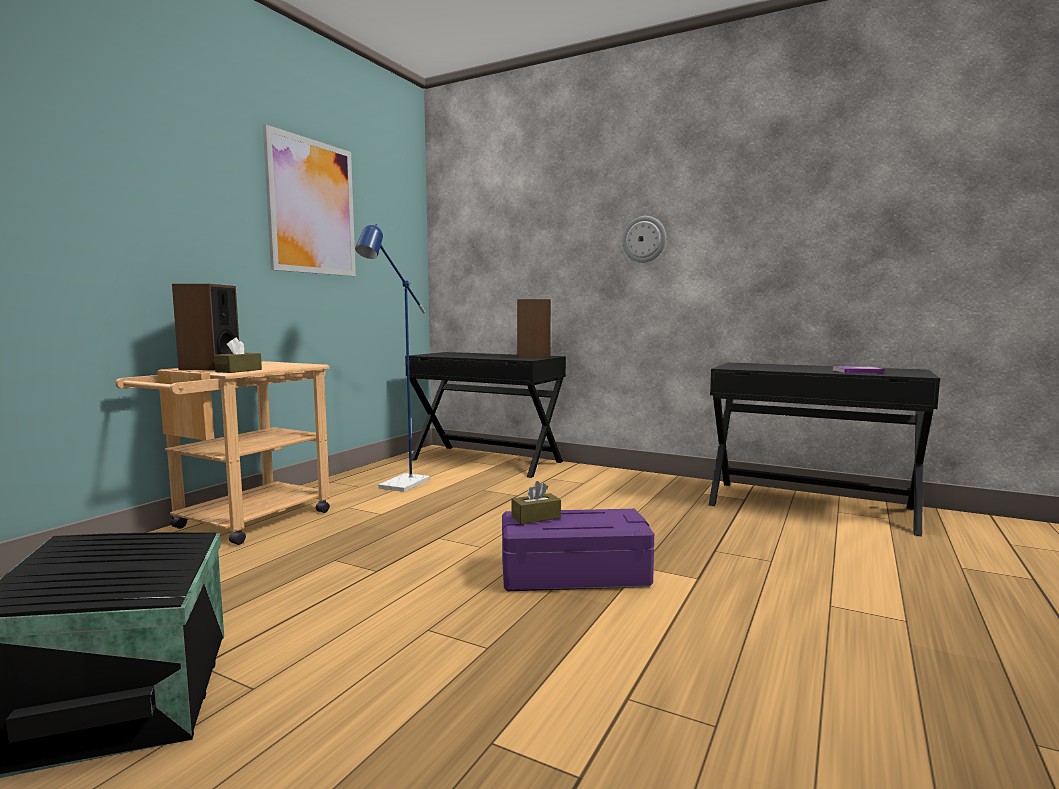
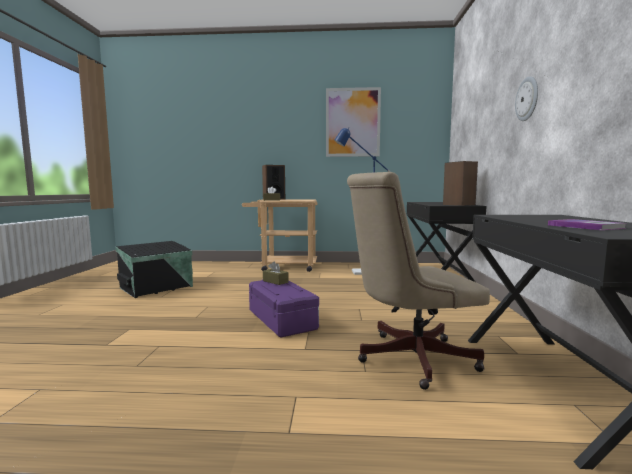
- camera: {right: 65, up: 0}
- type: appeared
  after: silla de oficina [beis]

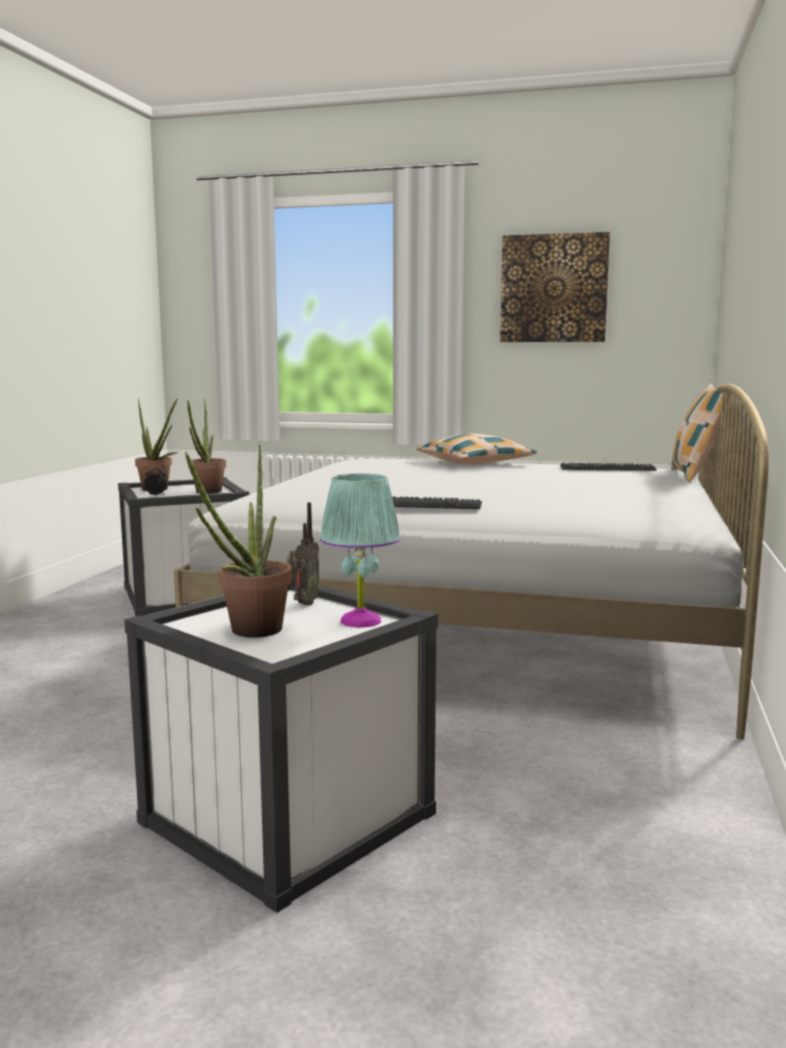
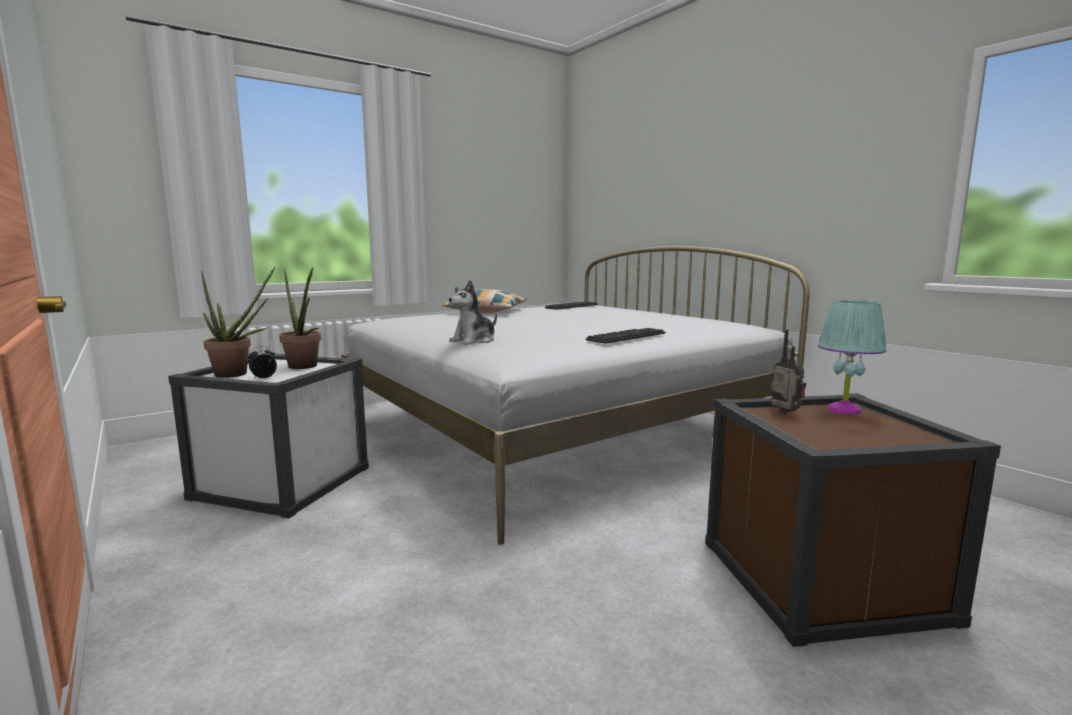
- camera: {right: -50, up: 0}
- type: appeared
  after: peluche
- type: colour
  before: caja de almacenaje [blanco] (no. 2 from left)
  after: caja de almacenaje [marrón]
- type: missing
  before: planta en maceta (no. 3 from left)
- type: missing
  before: cuadro
- type: missing
  before: cojín (no. 2 from left)

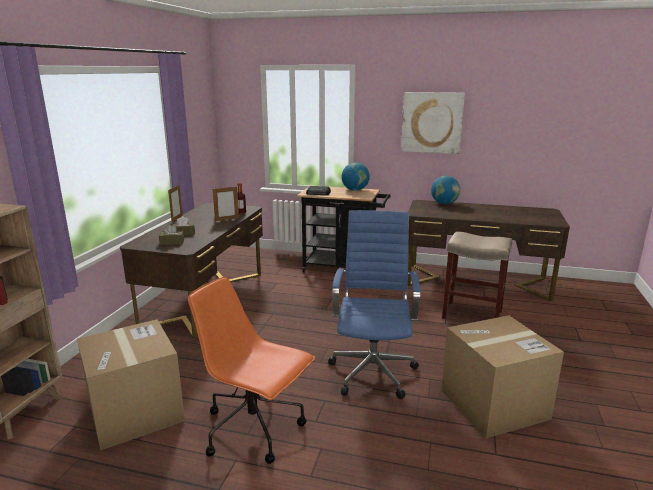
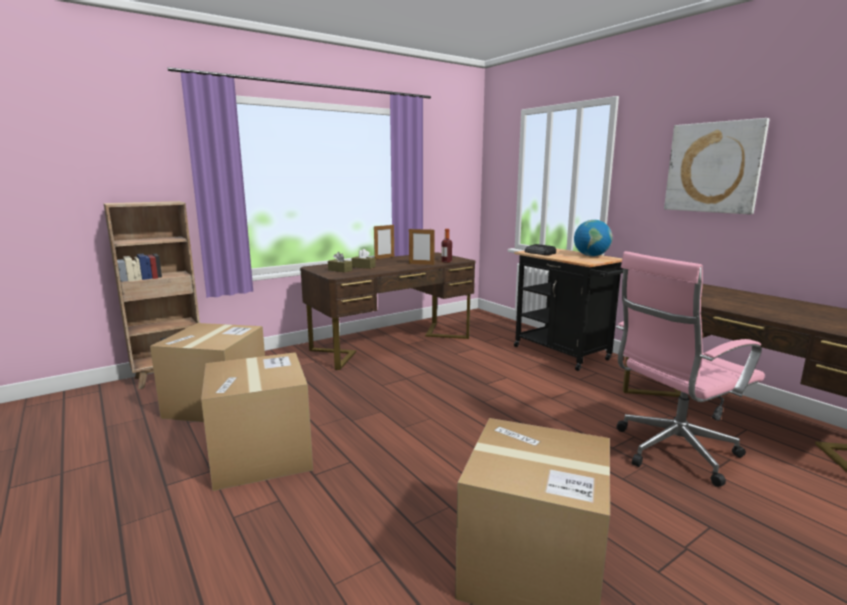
- camera: {right: 40, up: -5}
- type: exchanged
  before: silla de oficina [naranja]
  after: caja de cartón (no. 2 from left)
- type: exchanged
  before: taburete [beis]
  after: silla de oficina [rosa]
- type: missing
  before: silla de oficina [azul]
- type: missing
  before: globo terráqueo (no. 2 from left)

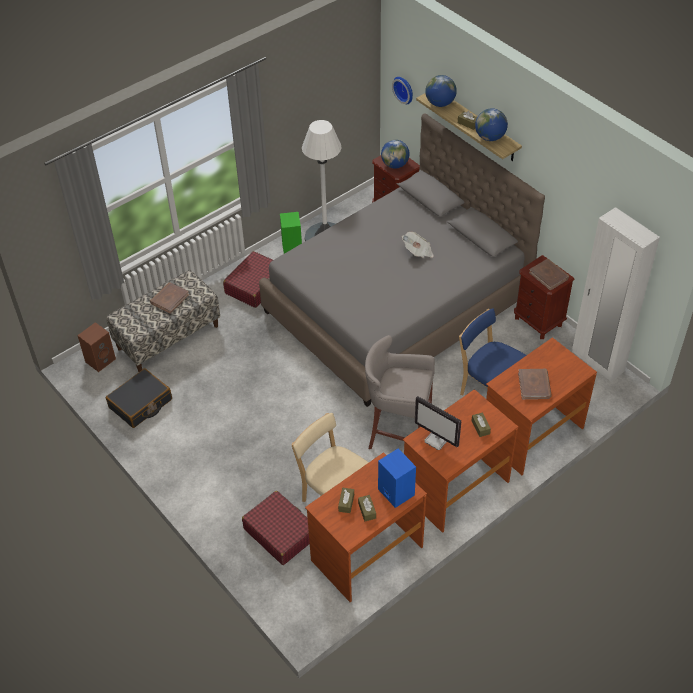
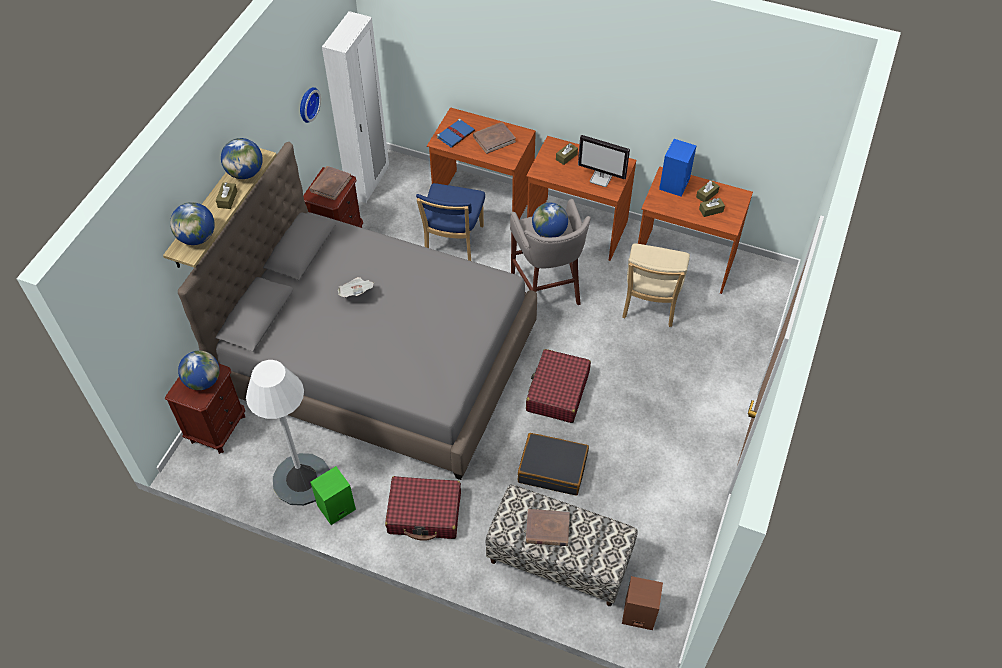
- camera: {right: -120, up: 5}
- type: relocated
  before: reloj de pared
- type: appeared
  after: libro [azul]
- type: relocated
  before: maleta [negro]
- type: relocated
  before: maleta [rojo] (no. 2 from left)
- type: appeared
  after: globo terráqueo (no. 4 from left)
- type: spun
  before: monitor
  turn: 105

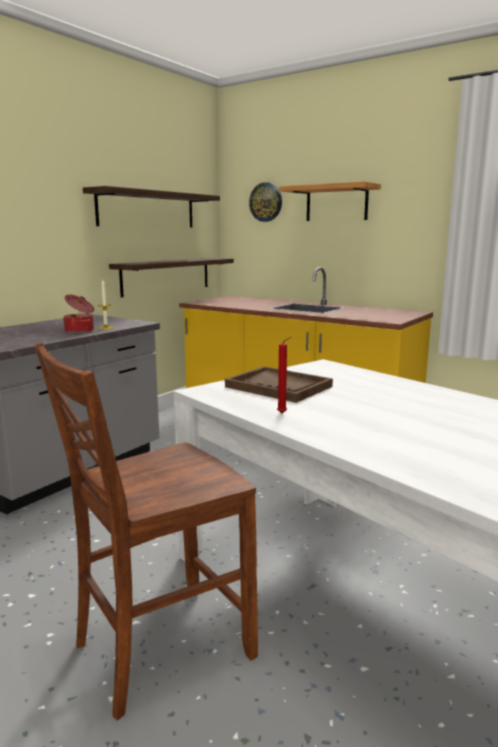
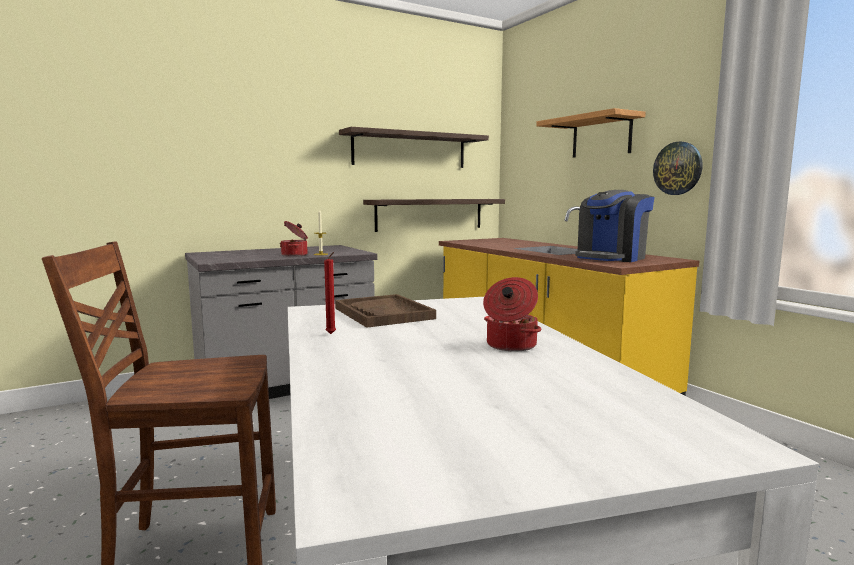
- camera: {right: 25, up: -5}
- type: appeared
  after: olla (no. 2 from left)
- type: appeared
  after: cafetera
- type: relocated
  before: reloj de pared

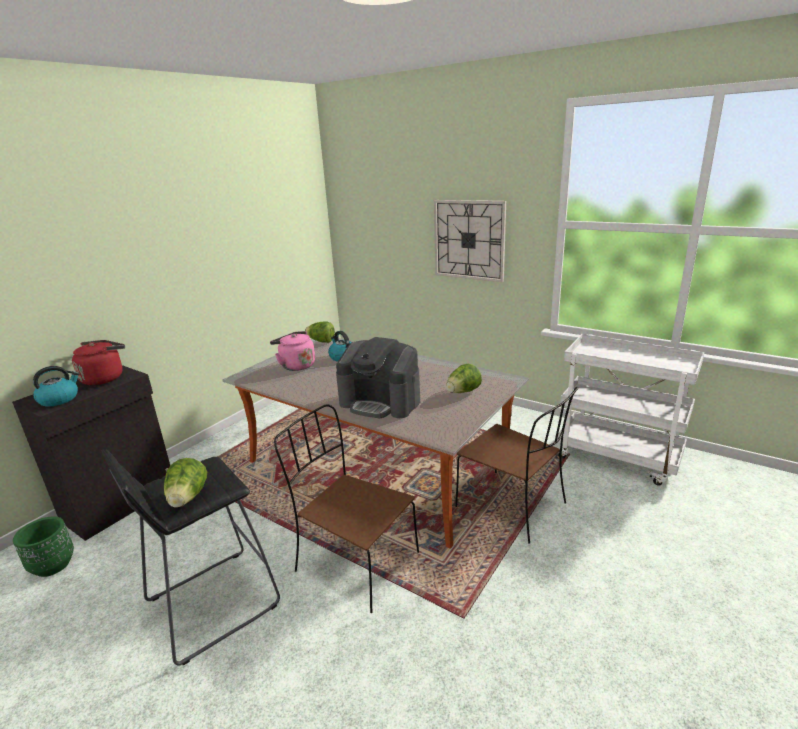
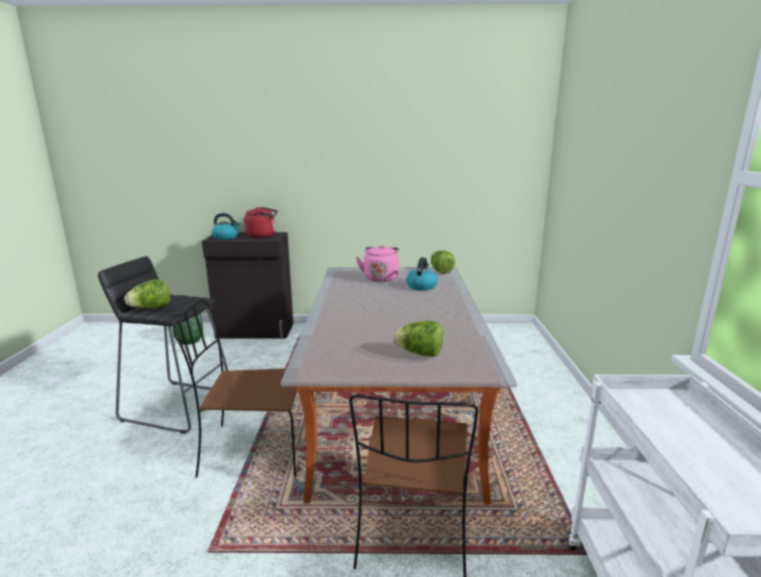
- camera: {right: 55, up: -5}
- type: spun
  before: silla [marrón] (no. 1 from left)
  turn: -90
- type: missing
  before: cafetera
- type: missing
  before: reloj de pared

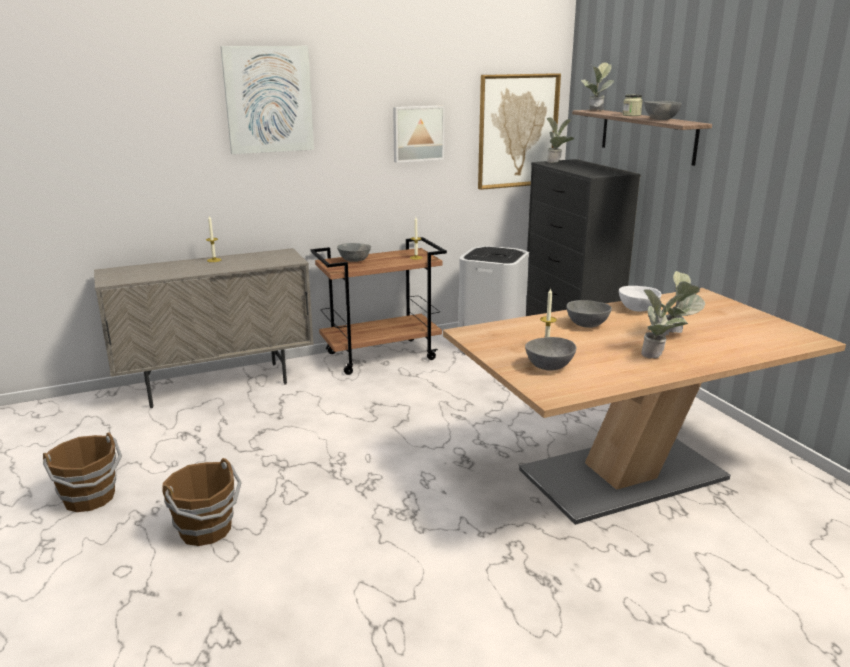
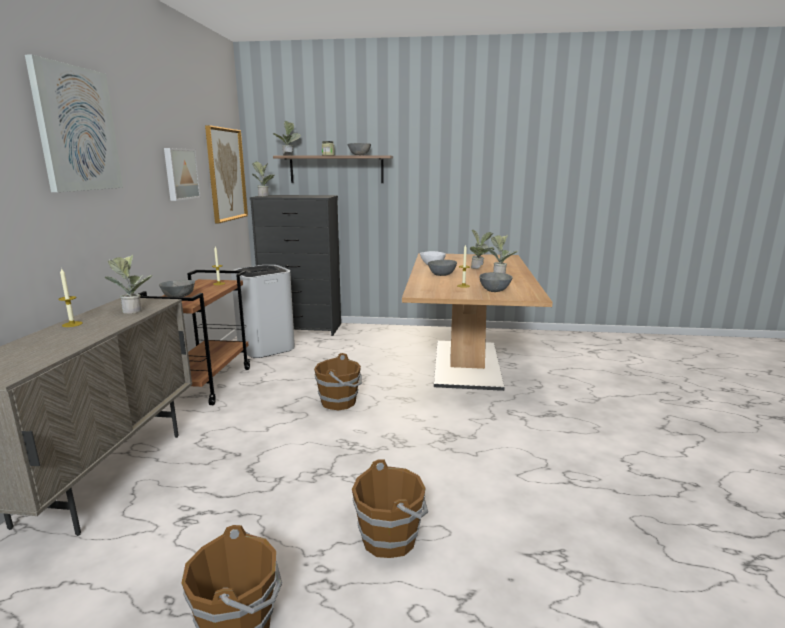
- camera: {right: -60, up: -5}
- type: appeared
  after: planta en maceta (no. 1 from left)
- type: appeared
  after: cubo [marrón] (no. 2 from left)

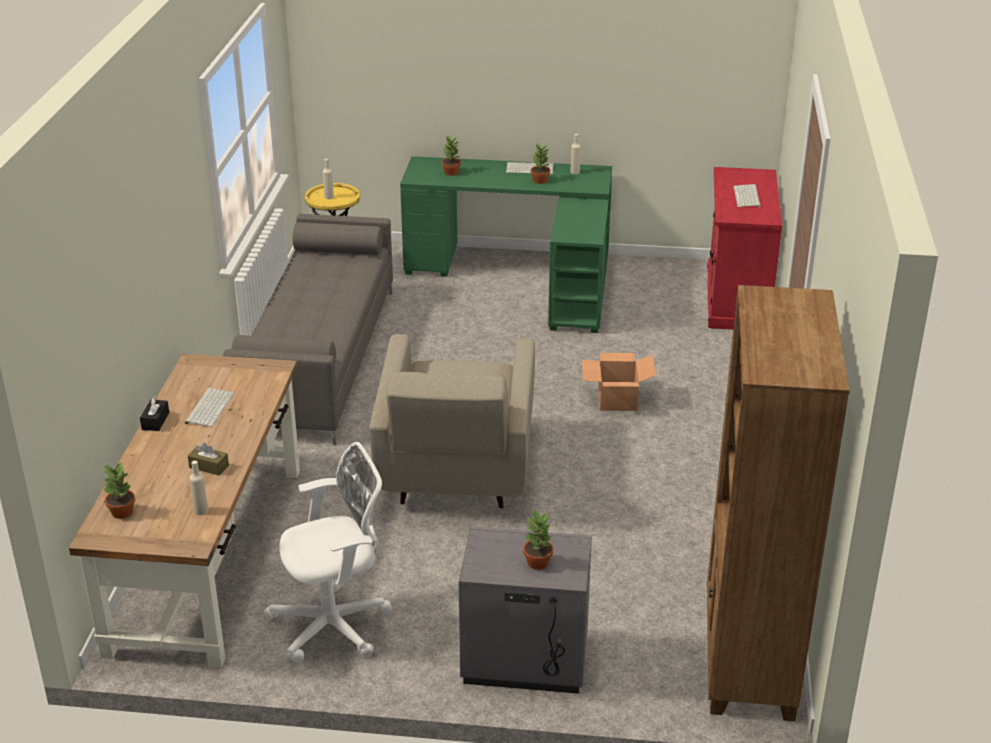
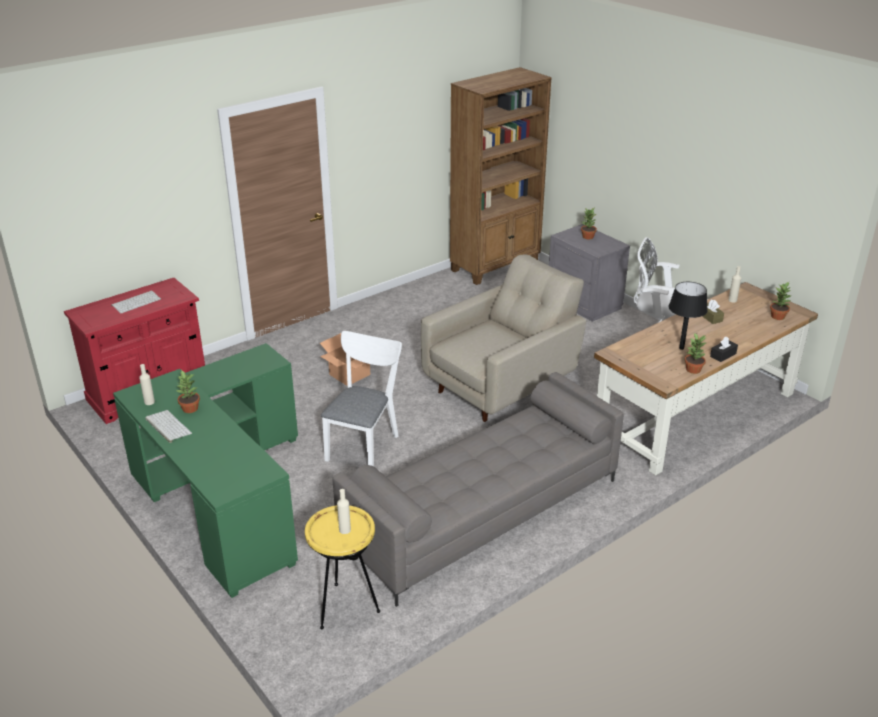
- camera: {right: -135, up: 0}
- type: appeared
  after: silla [blanco]
- type: exchanged
  before: teclado (no. 1 from left)
  after: lámpara de mesa [negro]
- type: relocated
  before: planta en maceta (no. 2 from left in the first image)
  after: planta en maceta (no. 3 from left)

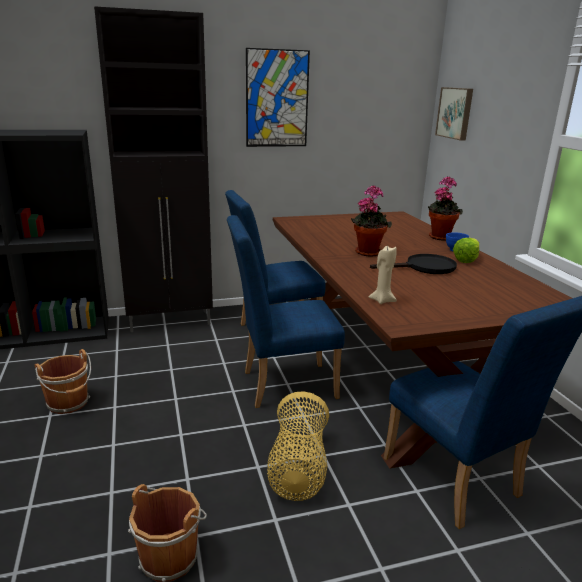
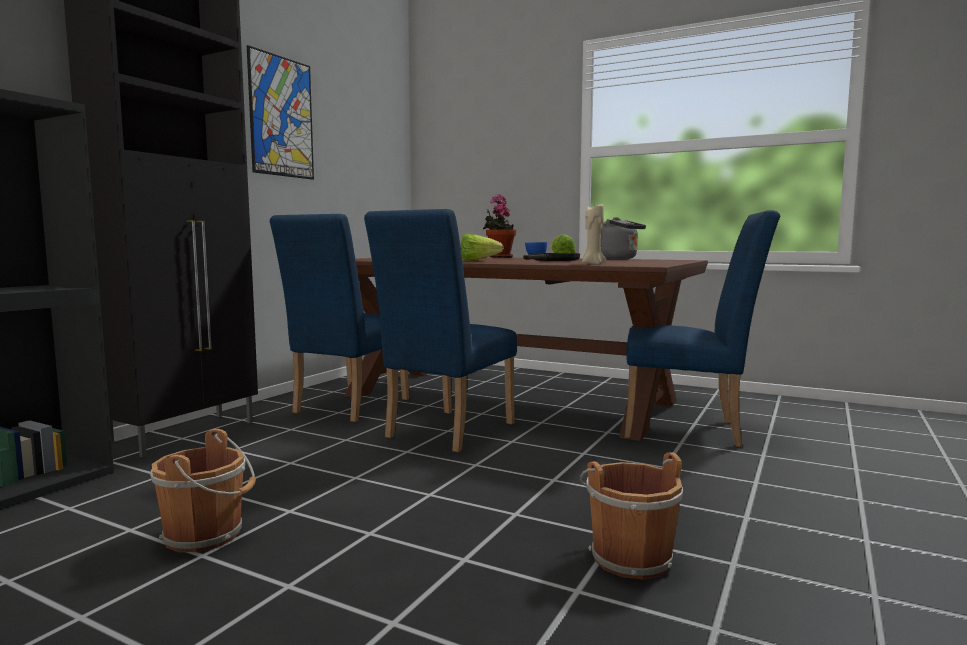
- camera: {right: -45, up: -15}
- type: exchanged
  before: planta en maceta (no. 1 from left)
  after: lechuga (no. 1 from left)
- type: appeared
  after: hervidor [gris]
- type: missing
  before: cesta
- type: missing
  before: cuadro (no. 2 from left)

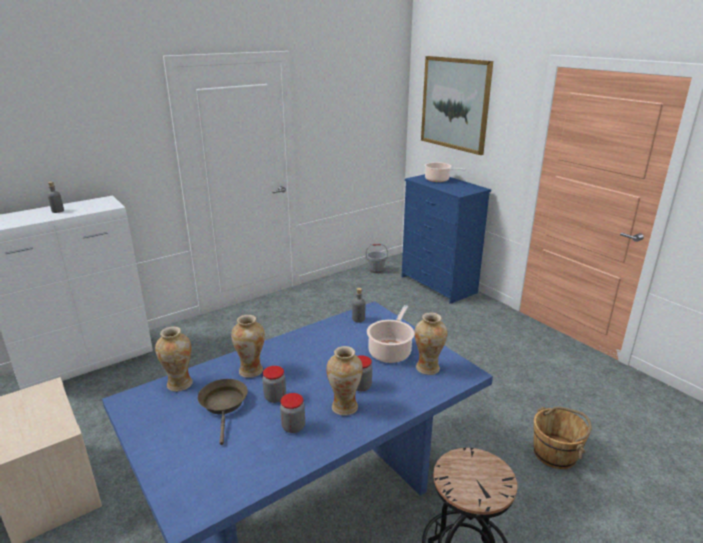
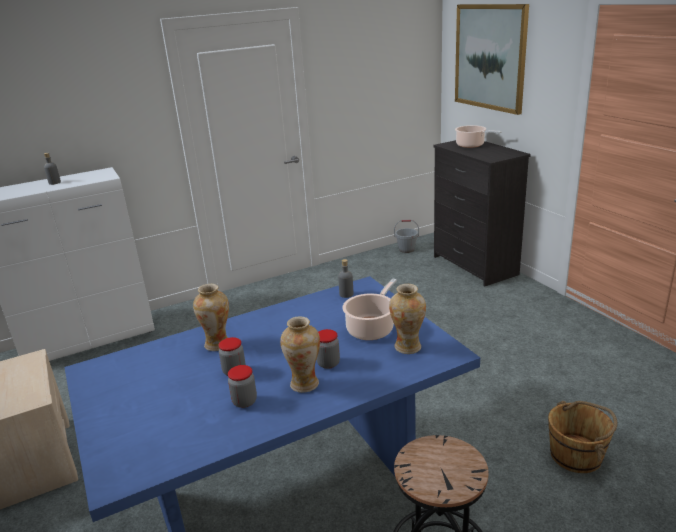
- camera: {right: 10, up: 0}
- type: colour
  before: cómoda [azul]
  after: cómoda [negro]
- type: missing
  before: florero (no. 1 from left)
- type: missing
  before: sartén [marrón]

